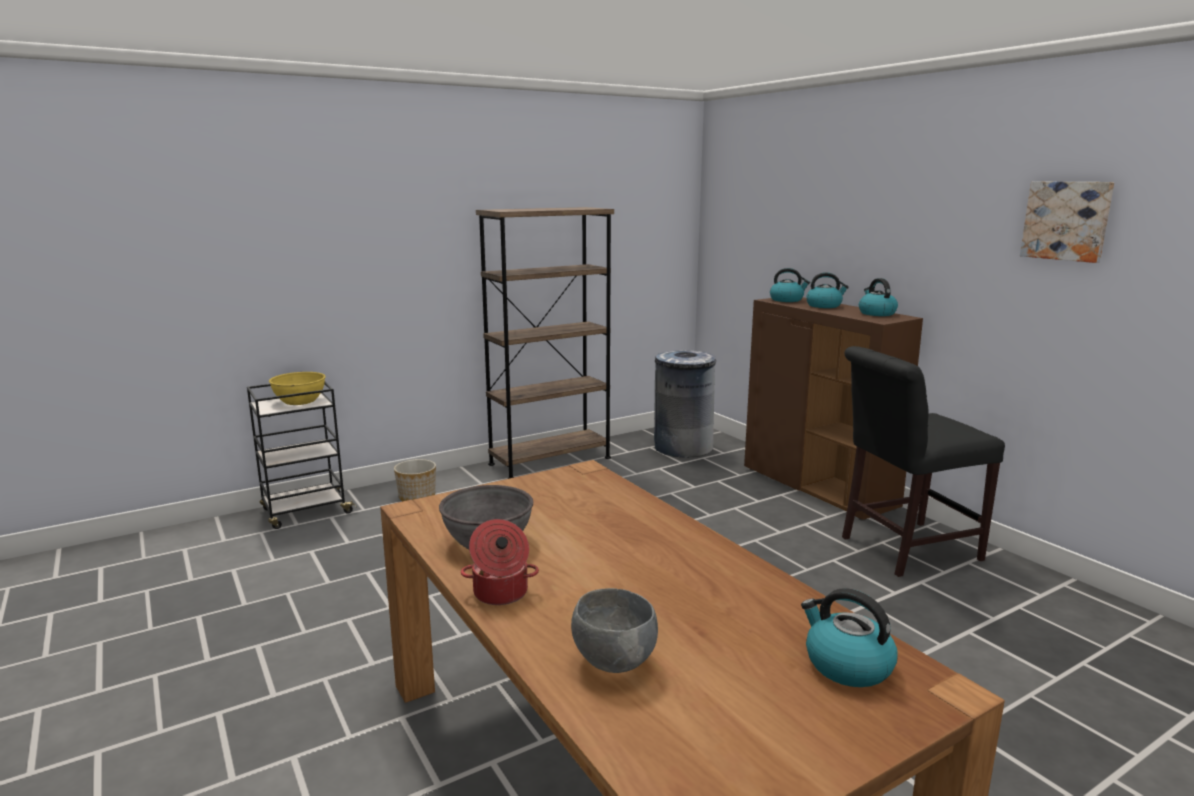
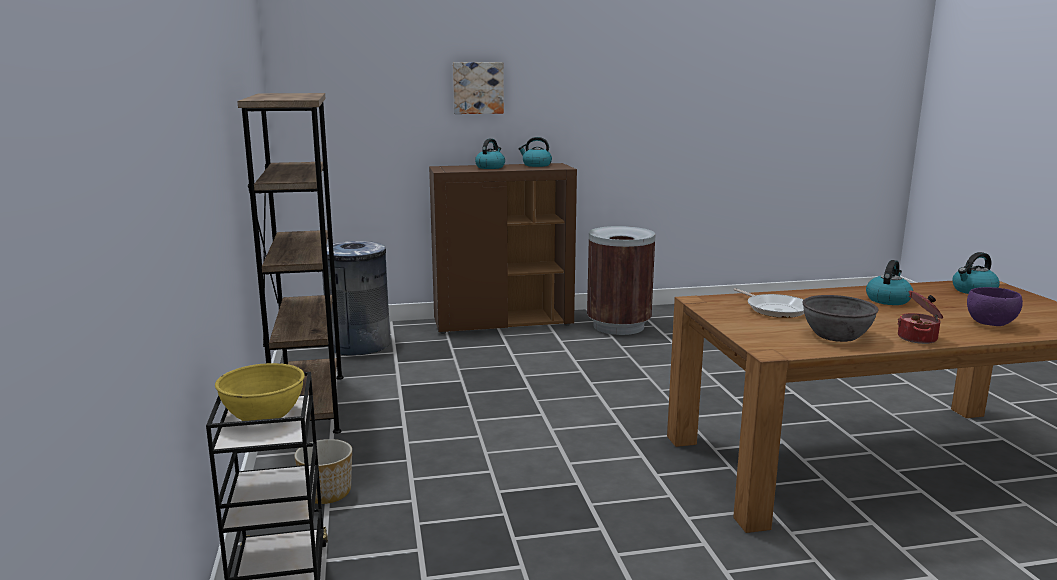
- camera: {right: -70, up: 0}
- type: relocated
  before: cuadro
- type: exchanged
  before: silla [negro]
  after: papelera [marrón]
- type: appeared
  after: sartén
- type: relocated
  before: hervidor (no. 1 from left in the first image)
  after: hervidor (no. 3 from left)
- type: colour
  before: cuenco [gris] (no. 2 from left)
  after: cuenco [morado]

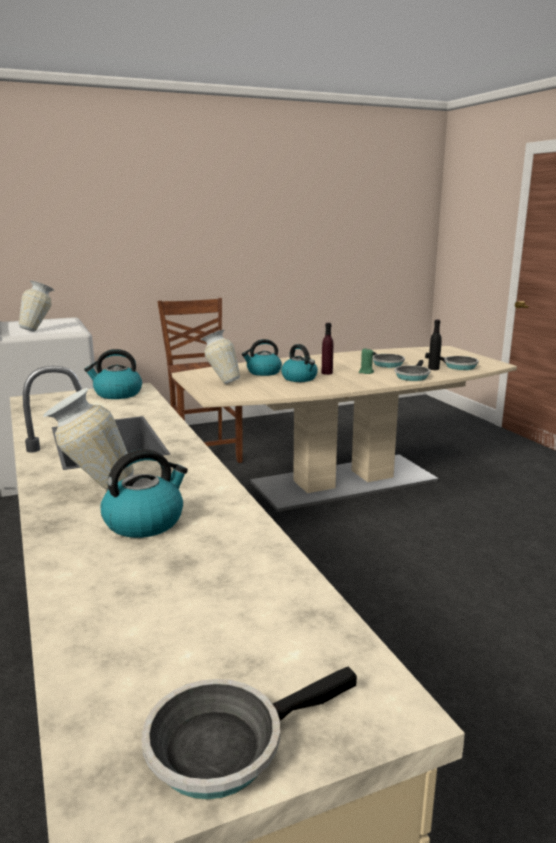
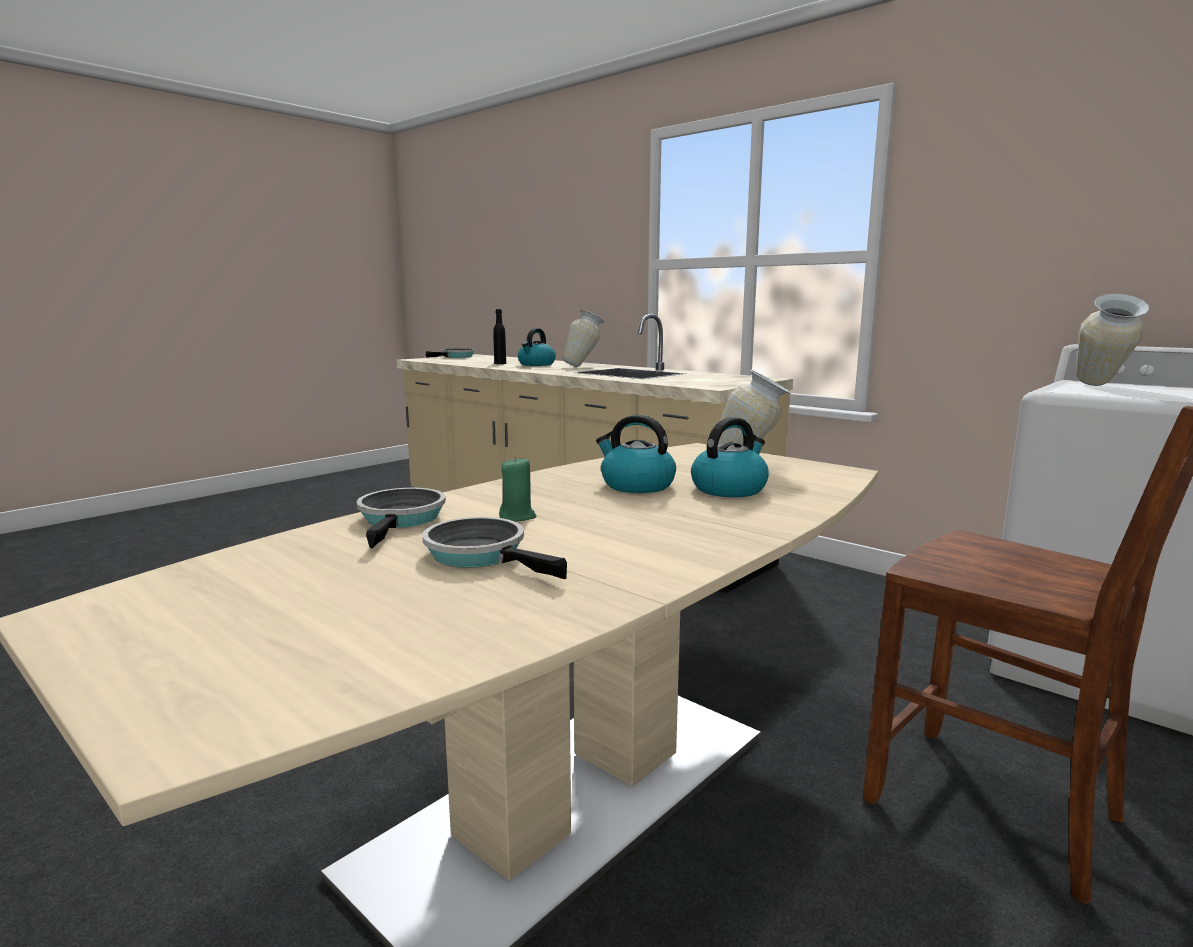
- camera: {right: 155, up: -5}
- type: relocated
  before: botella [negro]
- type: missing
  before: hervidor (no. 1 from left)
- type: missing
  before: botella [morado]
- type: missing
  before: sartén (no. 4 from left)

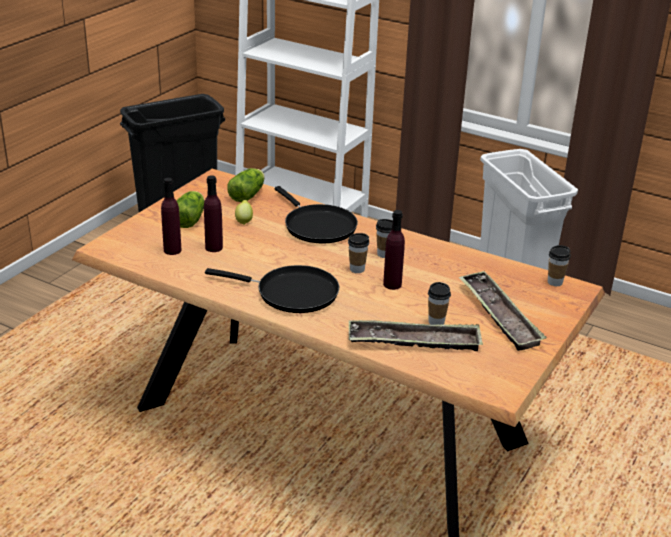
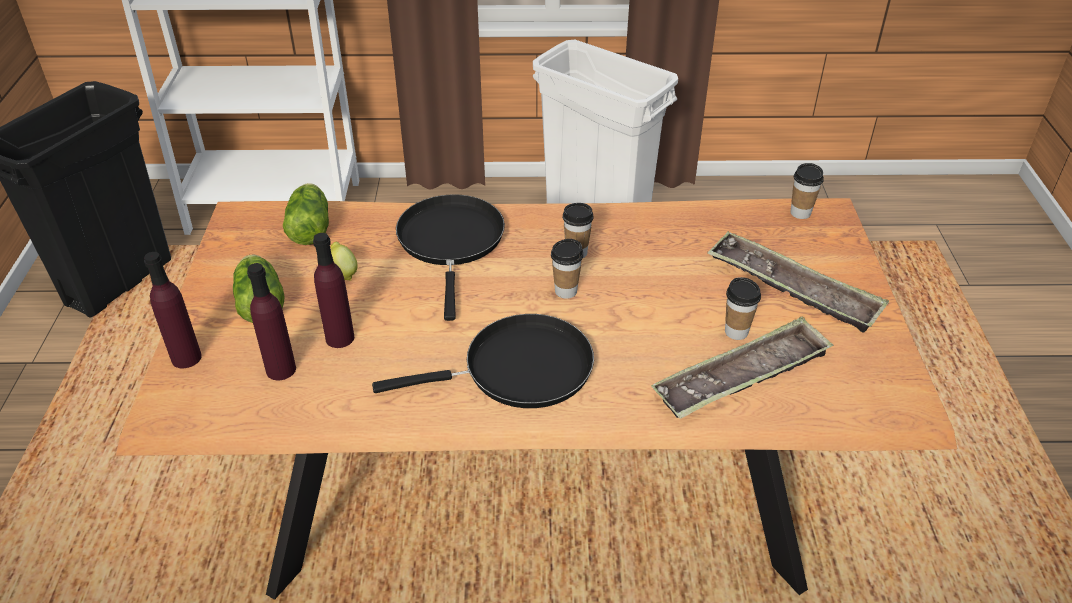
- camera: {right: -30, up: 10}
- type: relocated
  before: botella [morado] (no. 3 from left in the first image)
  after: botella [morado] (no. 1 from left)
- type: spun
  before: sartén [negro] (no. 2 from left in the first image)
  turn: -120

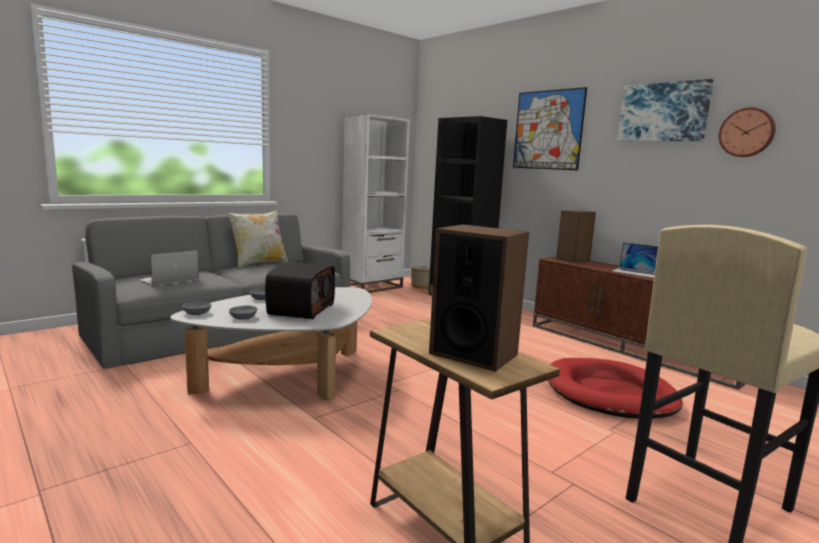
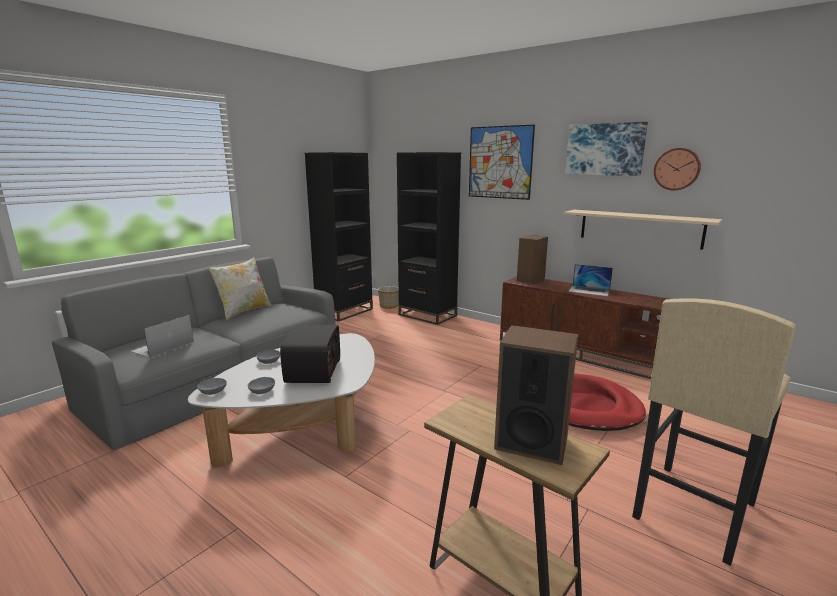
- camera: {right: -10, up: 5}
- type: colour
  before: estantería [blanco]
  after: estantería [negro] (no. 1 from left)
- type: appeared
  after: estante [beis]

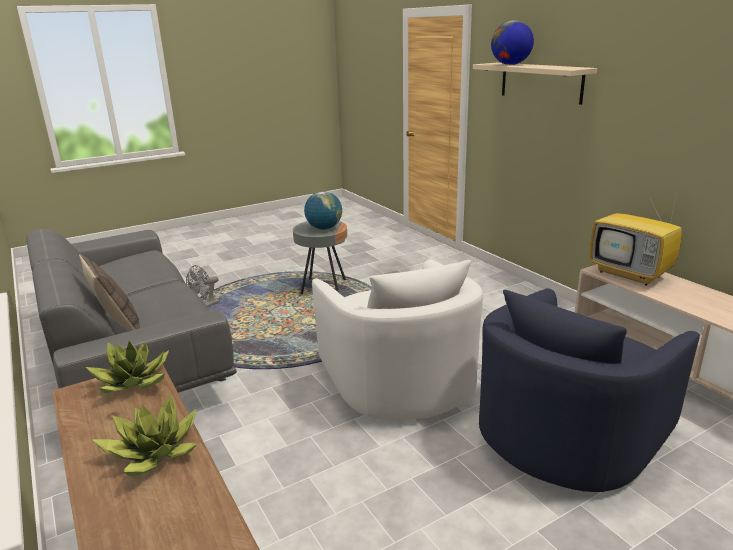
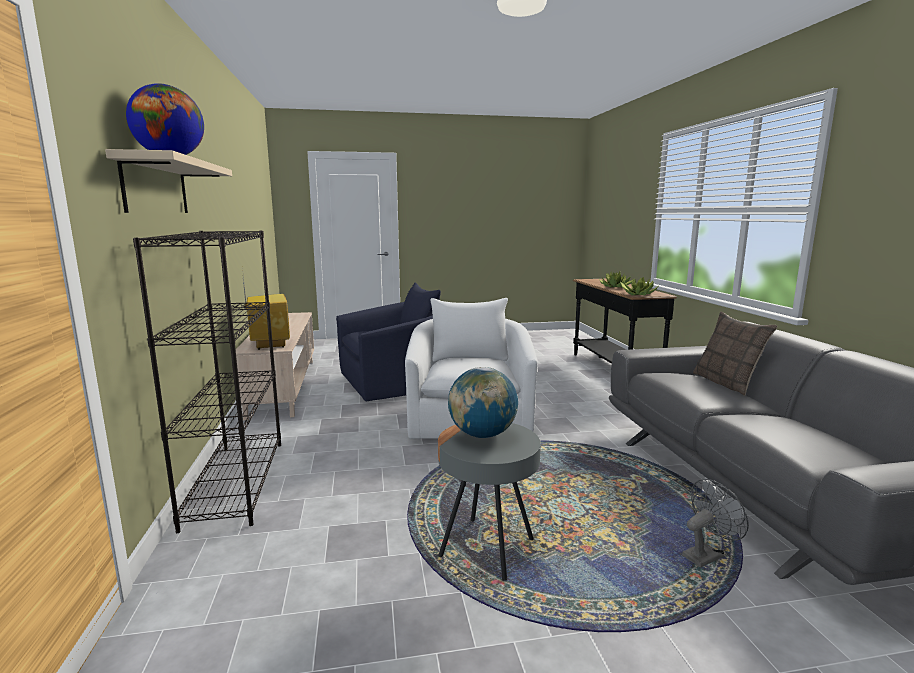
- camera: {right: -160, up: -10}
- type: appeared
  after: estantería [negro]

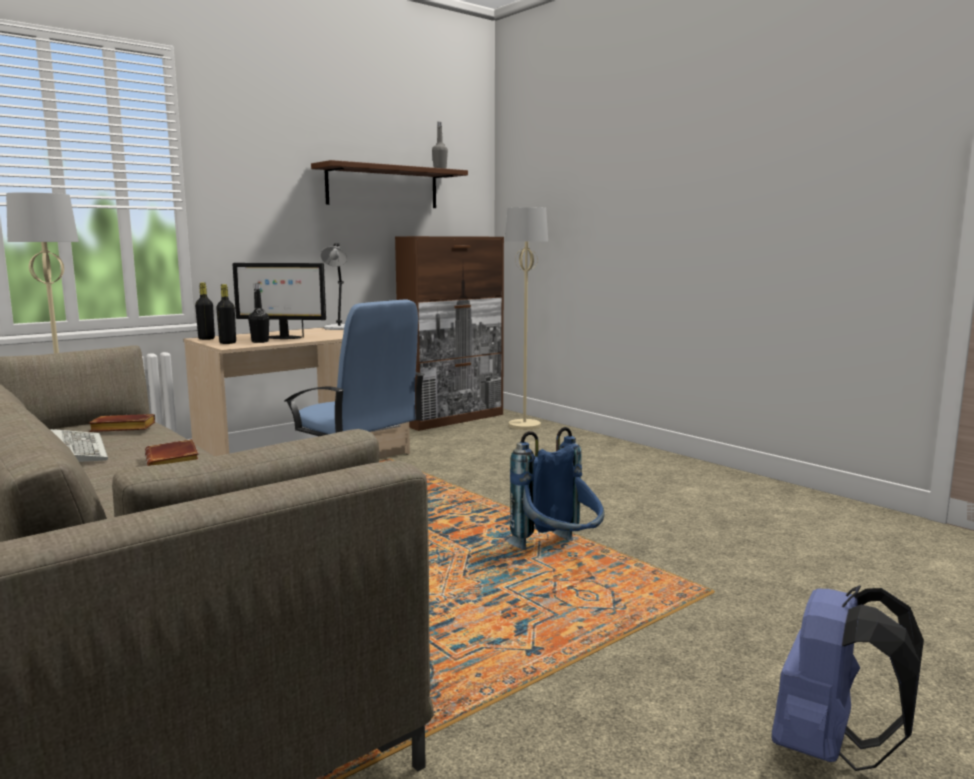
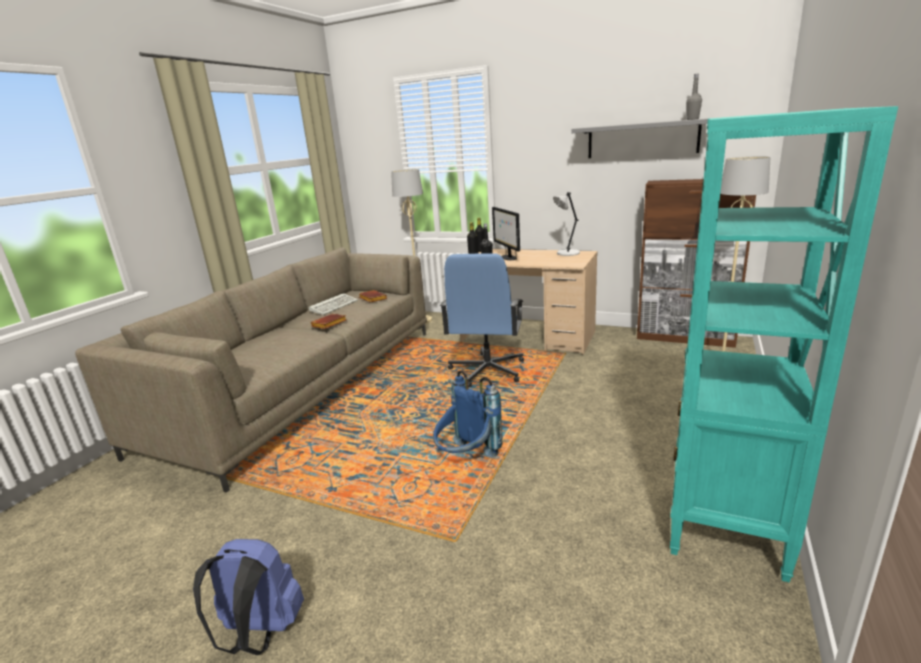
- camera: {right: 65, up: 10}
- type: colour
  before: estante [marrón]
  after: estante [gris]
- type: appeared
  after: estantería [turquesa]

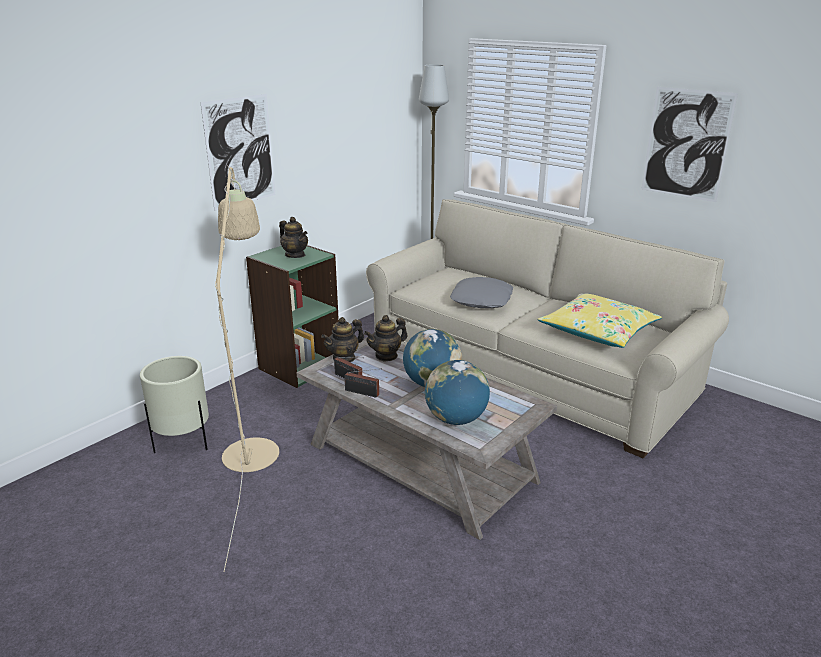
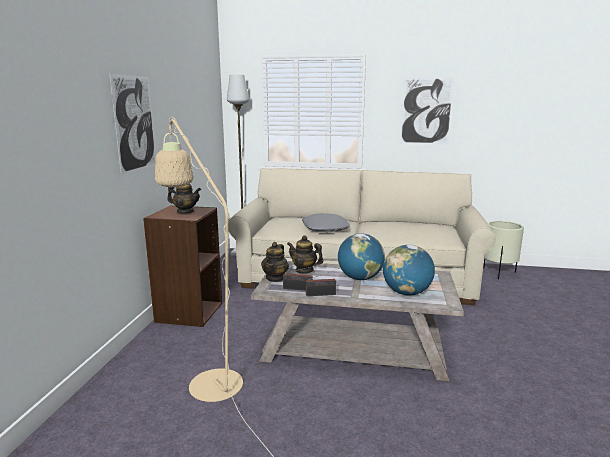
- camera: {right: -30, up: -10}
- type: colour
  before: estantería [verde]
  after: estantería [marrón]
- type: spun
  before: tetera (no. 3 from left)
  turn: 90
- type: relocated
  before: maceta [beis]
- type: missing
  before: cojín [amarillo]

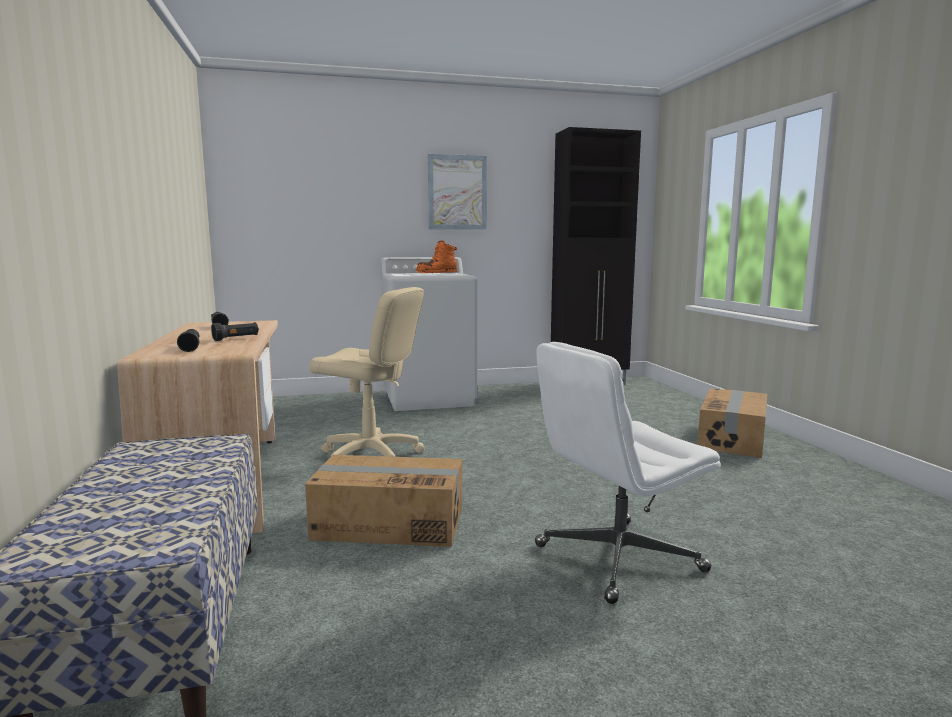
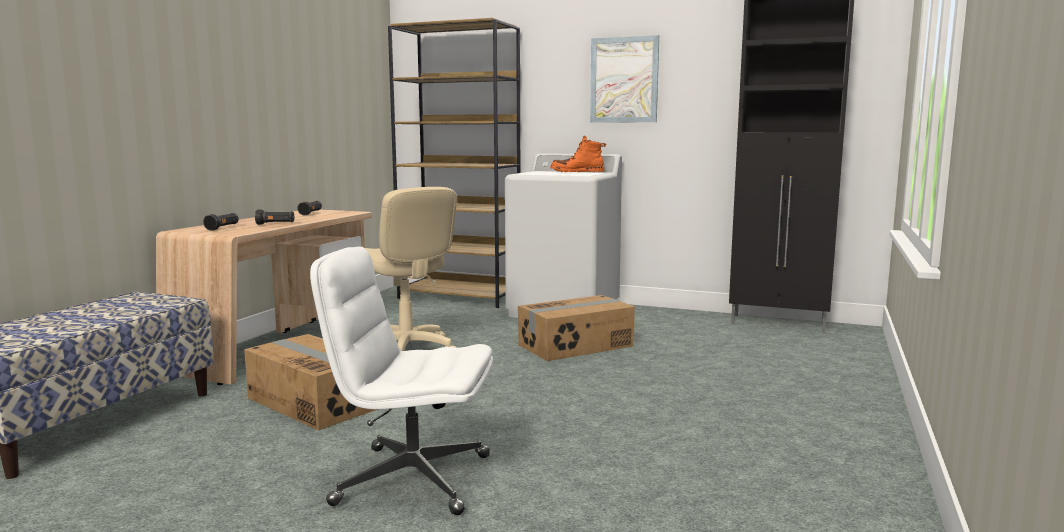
- camera: {right: 35, up: 0}
- type: appeared
  after: estantería [marrón]
- type: relocated
  before: caja de cartón (no. 2 from left)

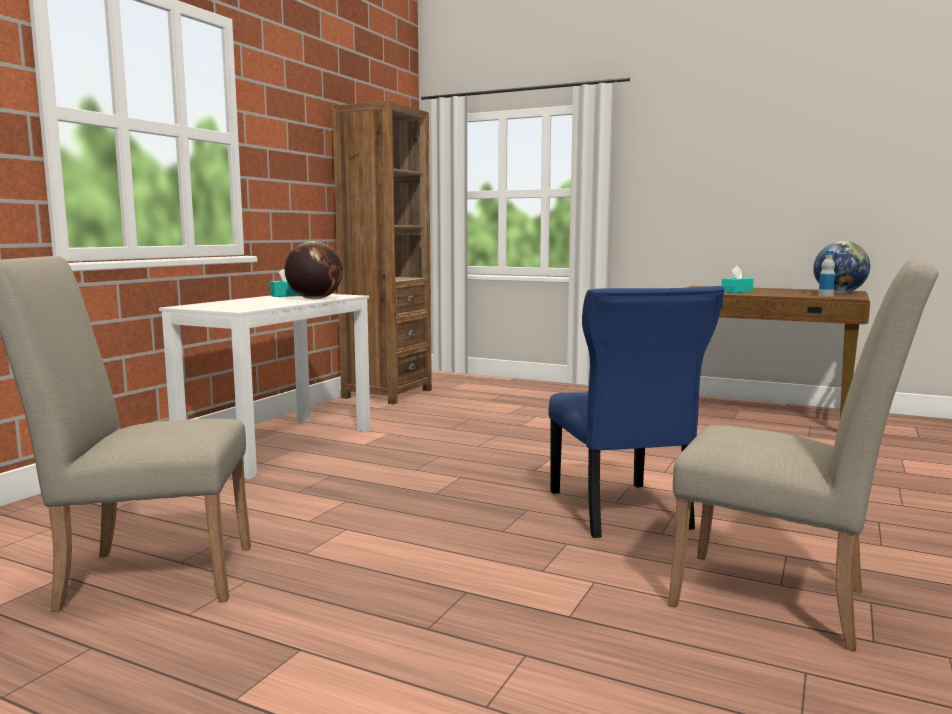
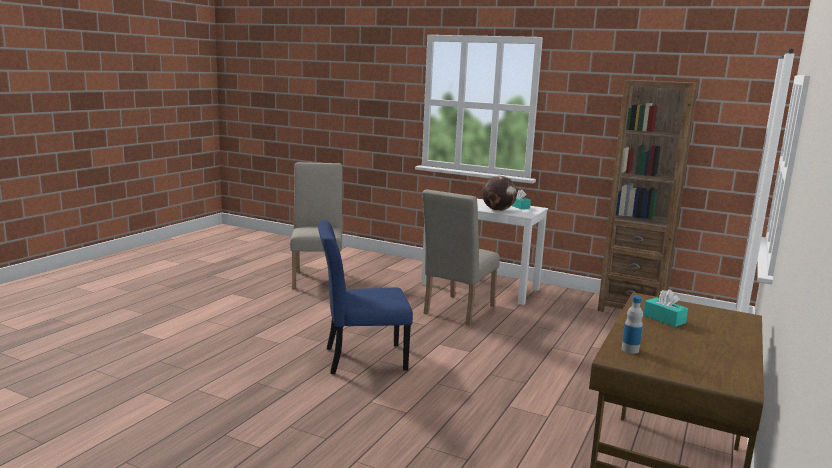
- camera: {right: 90, up: 5}
- type: relocated
  before: silla [beis] (no. 2 from left)
- type: missing
  before: globo terráqueo (no. 2 from left)

